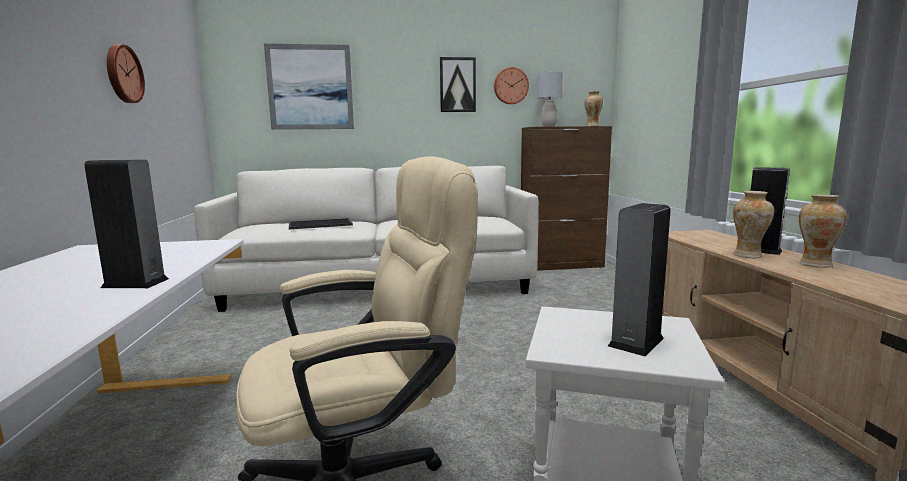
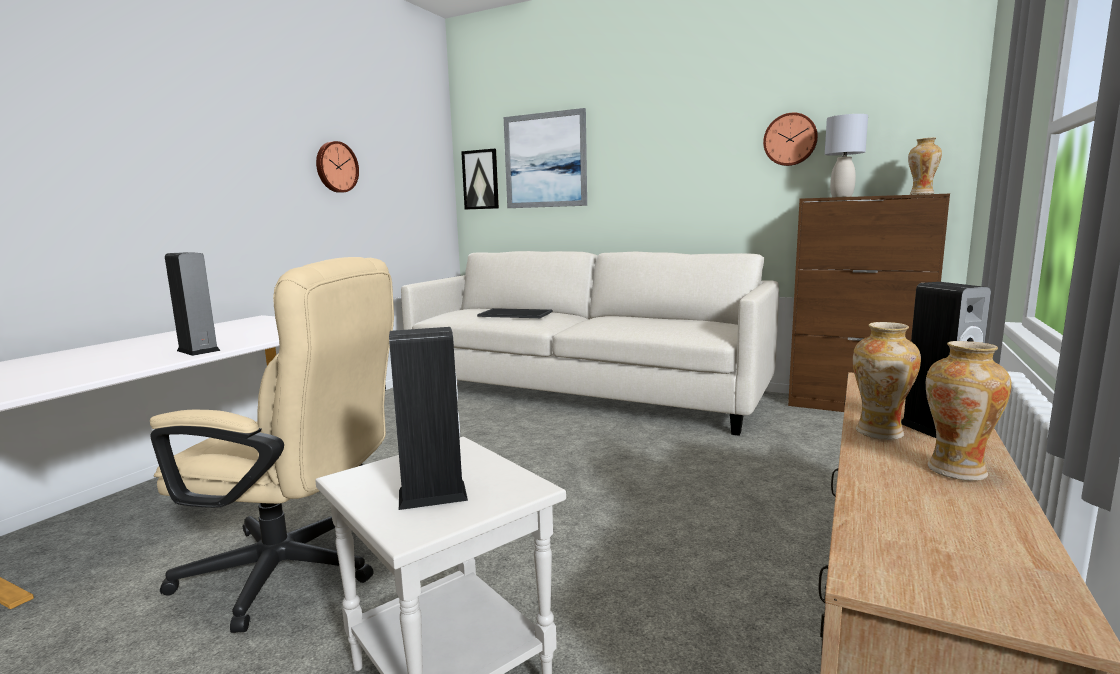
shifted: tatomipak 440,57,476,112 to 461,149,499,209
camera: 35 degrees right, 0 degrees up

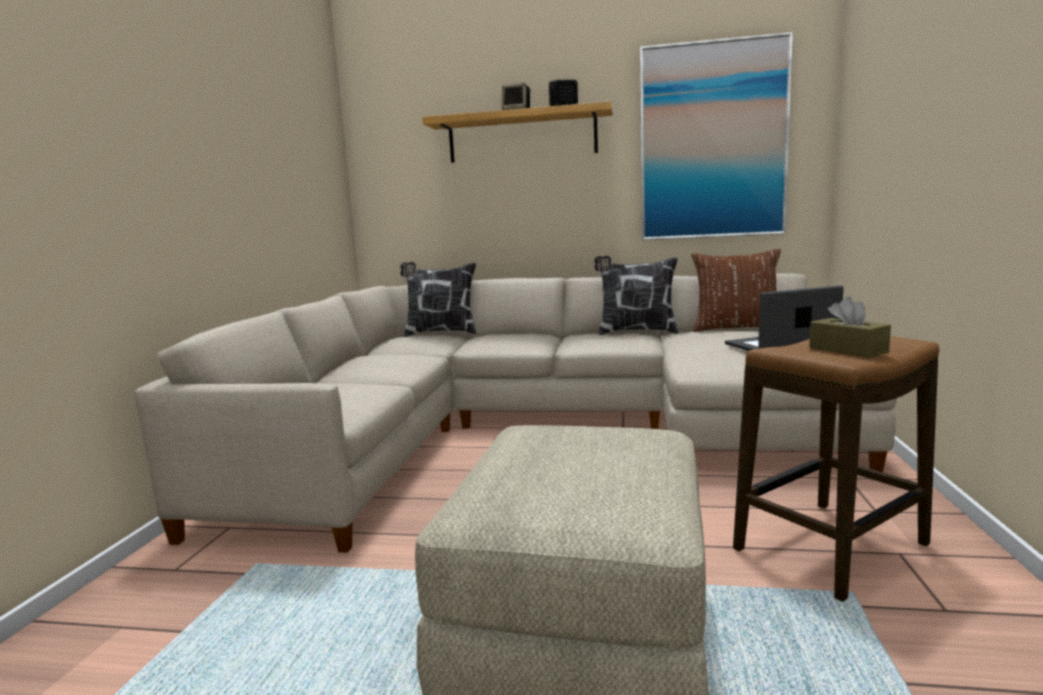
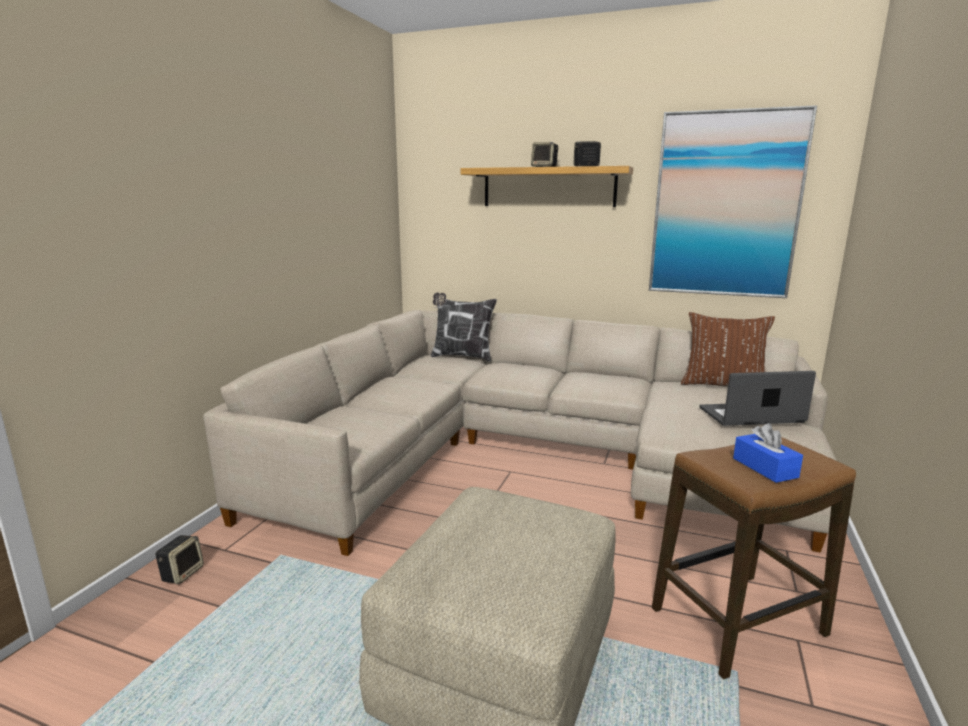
gone: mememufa 594,256,678,335
new: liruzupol 156,535,204,584
repainted: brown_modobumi 809,296,891,358 to blue_modobumi 733,423,803,483
camera: 10 degrees right, 5 degrees up

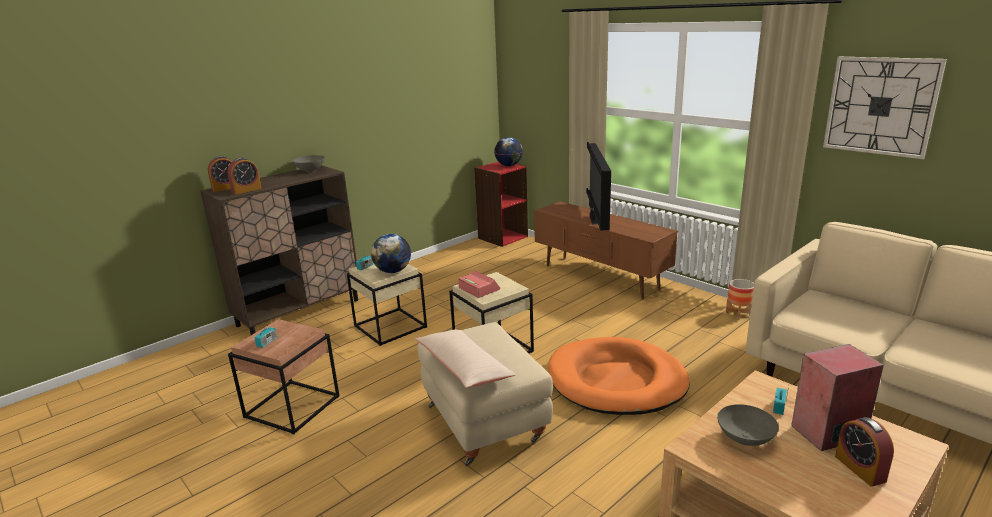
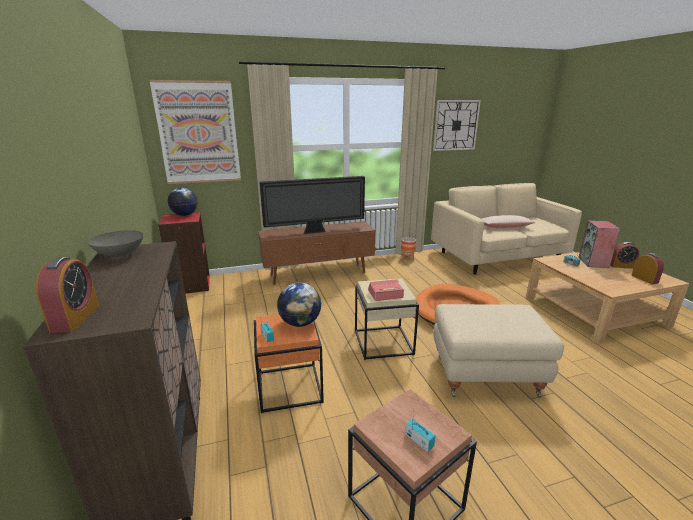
gone: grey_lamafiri 717,404,779,446
new: tatomipak 150,80,241,184
shifted: beige_mememufa 415,330,516,388 to 482,215,536,228; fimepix 227,157,262,195 to 631,253,664,284
repainted: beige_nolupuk 347,263,427,346 to orange_nolupuk 254,314,324,413
rotated: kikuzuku 586,142,611,230 = 260,176,365,234 45 degrees counterclockwise
camera: 65 degrees left, 0 degrees up

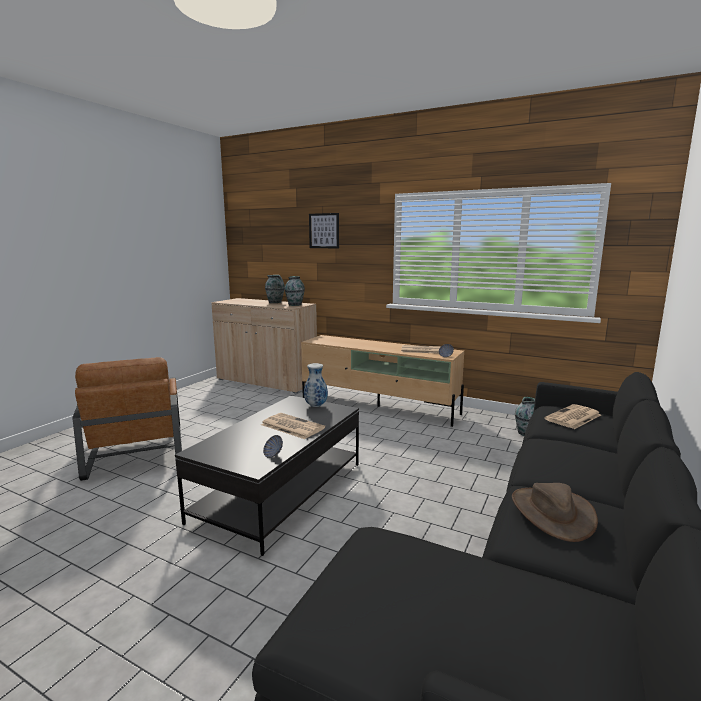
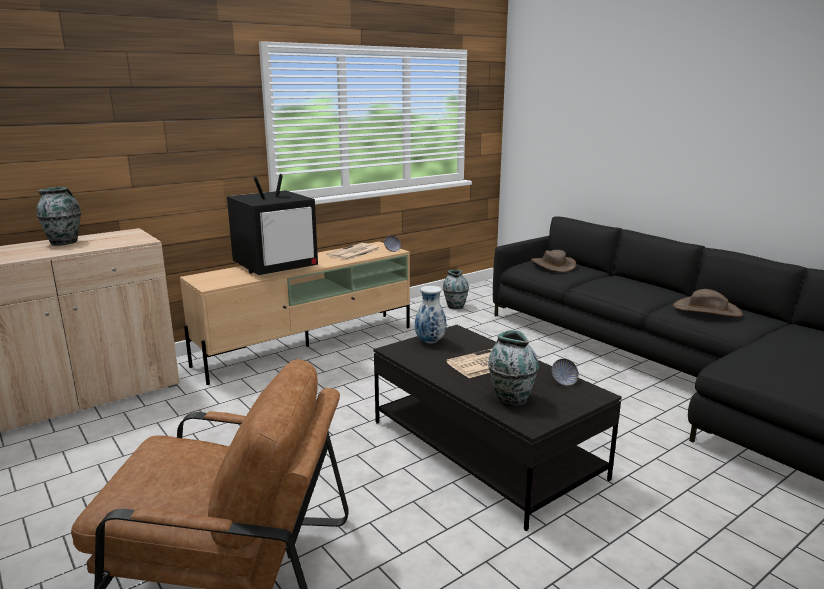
gone: tatomipak 309,213,339,248
new: kikuzuku 227,174,318,275
shifted: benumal 285,276,305,306 to 488,330,539,406
swapped: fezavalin 544,404,601,429 to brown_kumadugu 531,250,576,272
camera: 65 degrees left, 5 degrees up

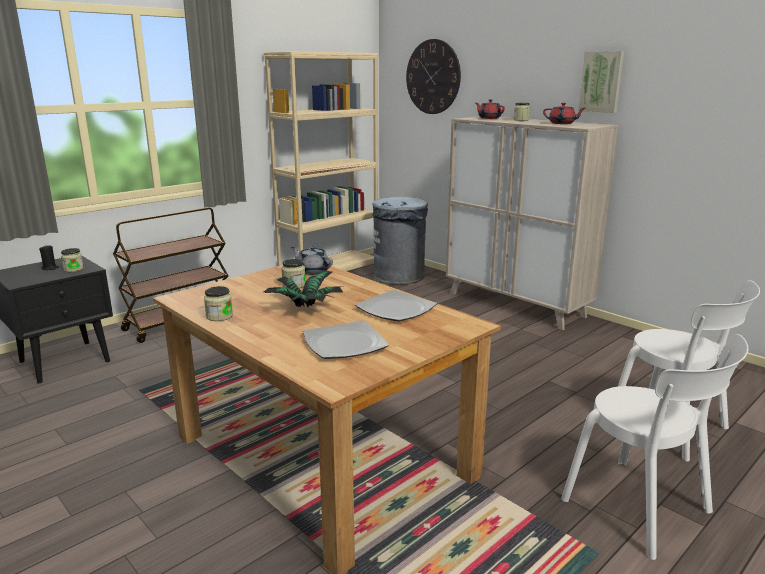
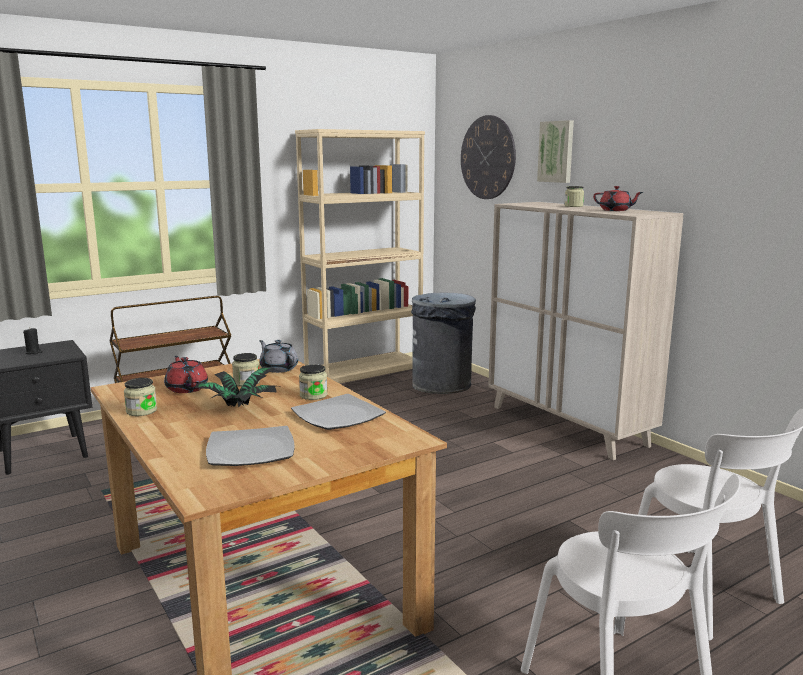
shifted: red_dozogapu 476,99,505,119 to 164,356,208,393; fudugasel 61,248,84,272 to 299,364,327,400; tatomipak 578,51,624,113 to 537,120,574,183
camera: 10 degrees right, 5 degrees down

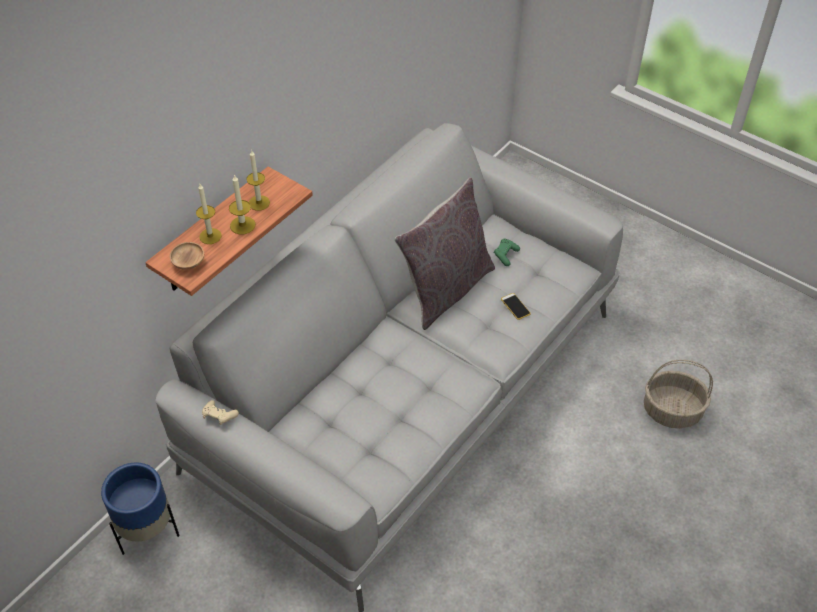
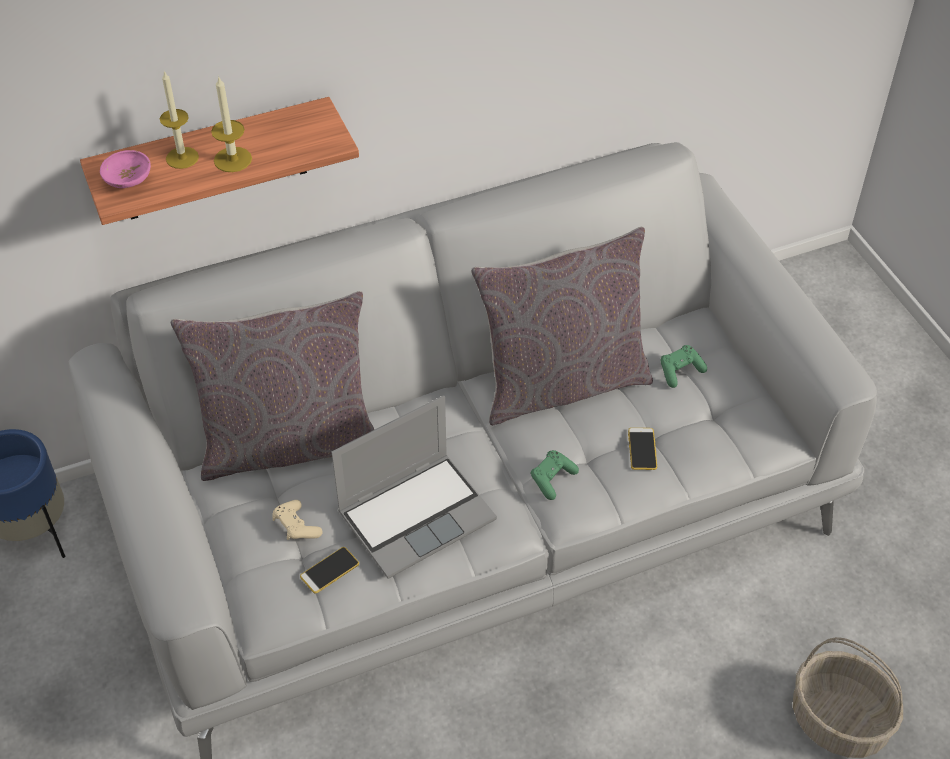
gone: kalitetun 246,151,270,211
new: grey_mememufa 170,291,374,481; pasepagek 300,547,359,594; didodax 331,395,497,579; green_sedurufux 530,450,579,500
shifted: beige_sedurufux 202,400,239,425 to 272,500,323,540
repainted: brown_lamafiri 170,242,204,270 to pink_lamafiri 100,150,151,188
camera: 30 degrees right, 0 degrees up

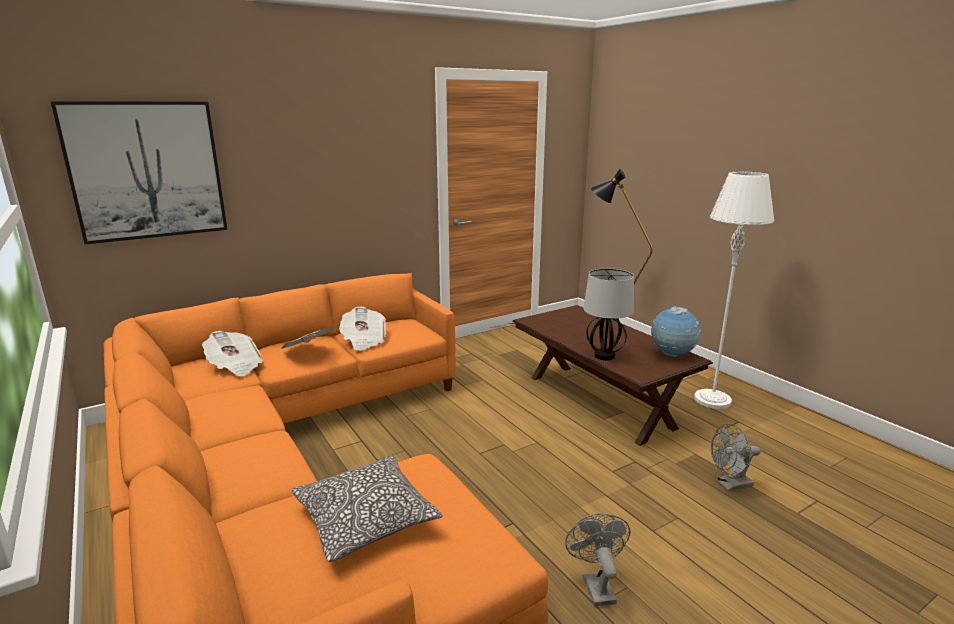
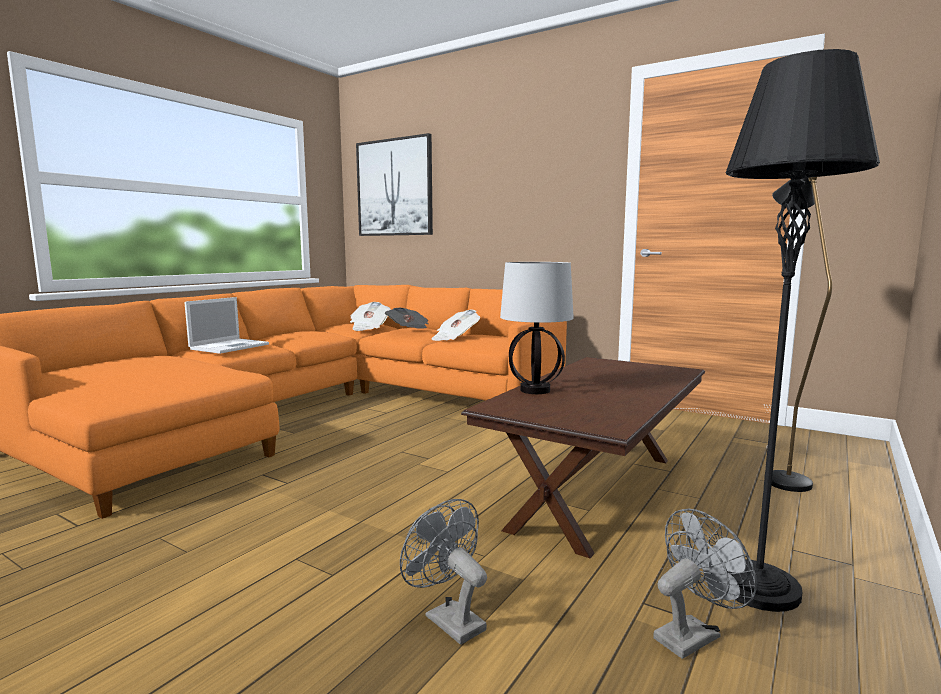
gone: mememufa 291,455,443,562; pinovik 651,306,701,357
new: didodax 185,297,269,354
shifted: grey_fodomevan 565,513,631,606 to 653,508,757,659
repainted: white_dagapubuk 694,171,774,409 to black_dagapubuk 726,49,880,612
camera: 65 degrees right, 10 degrees down

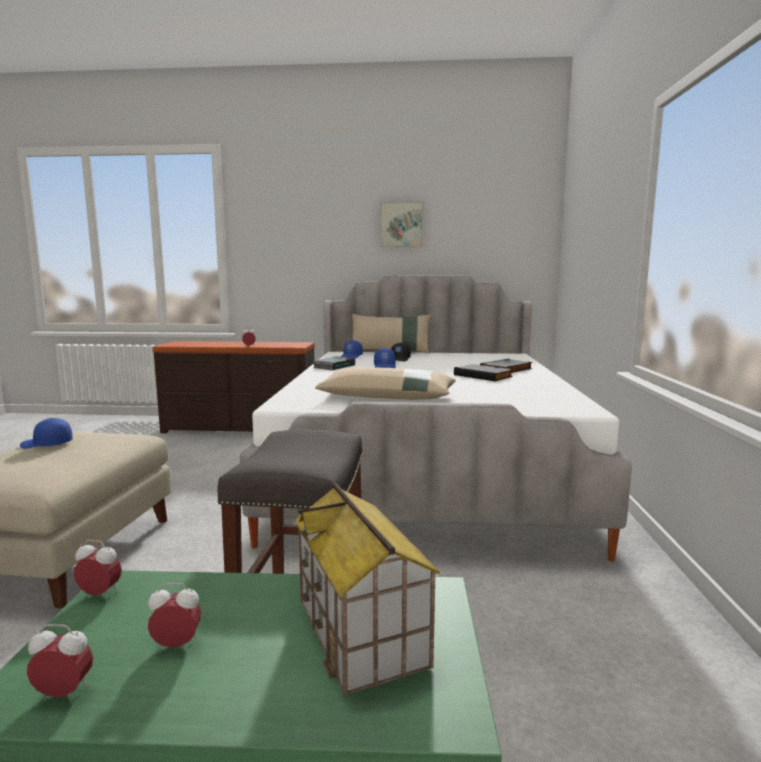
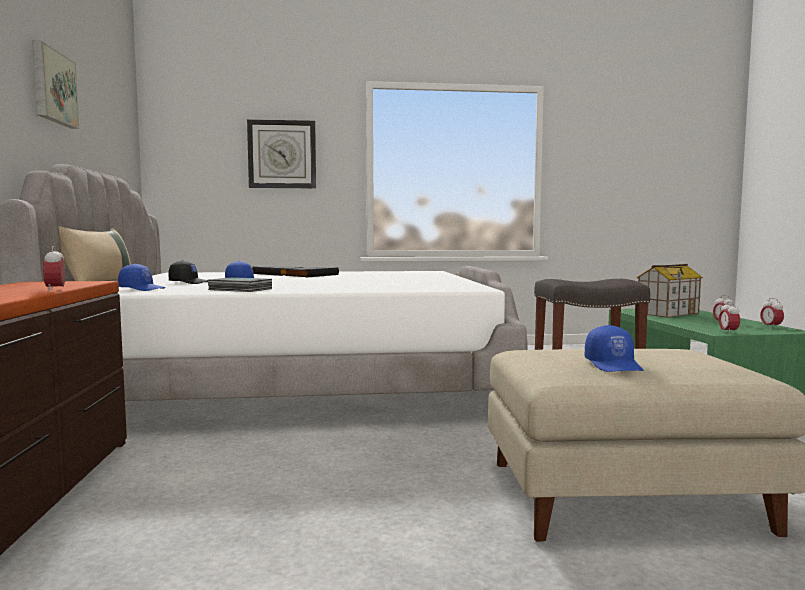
gone: beige_mememufa 315,367,456,400
new: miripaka 247,119,316,189
camera: 100 degrees left, 5 degrees down

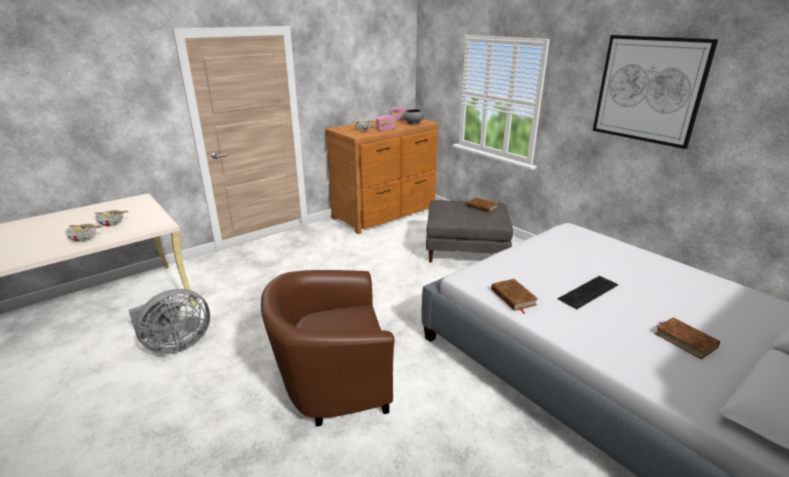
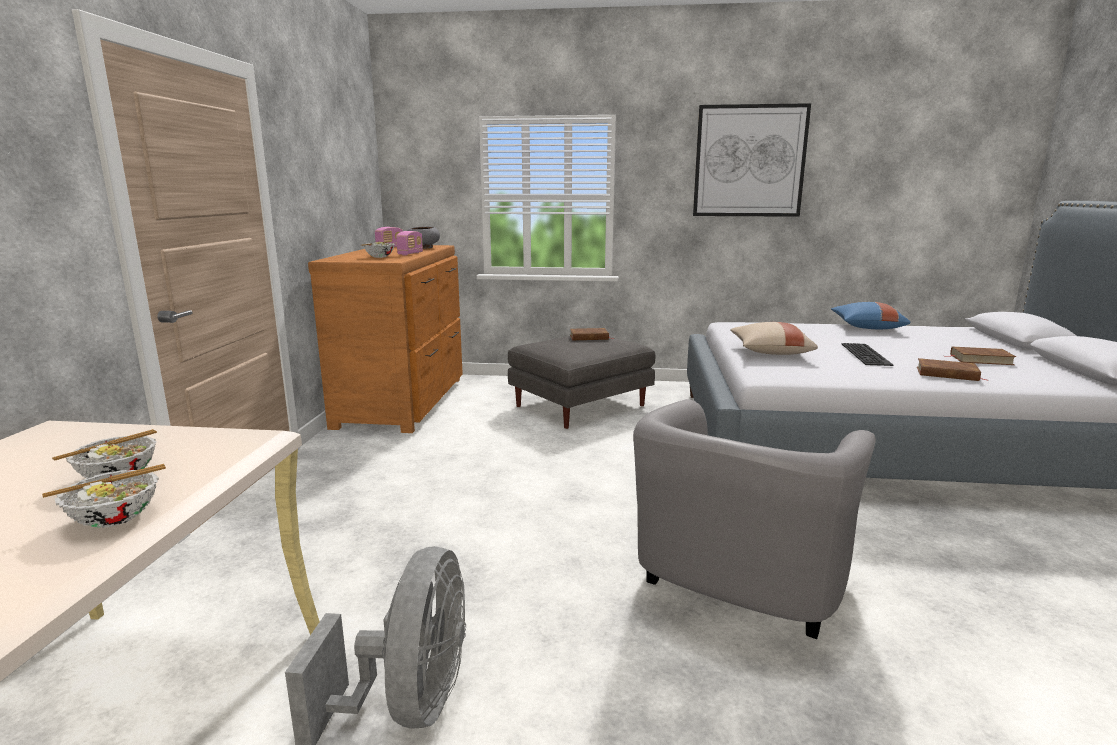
new: beige_mememufa 730,322,818,355; blue_mememufa 831,302,910,329
shifted: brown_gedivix 491,279,538,314 to 917,358,989,381
repainted: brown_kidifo 261,270,395,427 to grey_kidifo 633,399,876,639
camera: 45 degrees left, 10 degrees down

